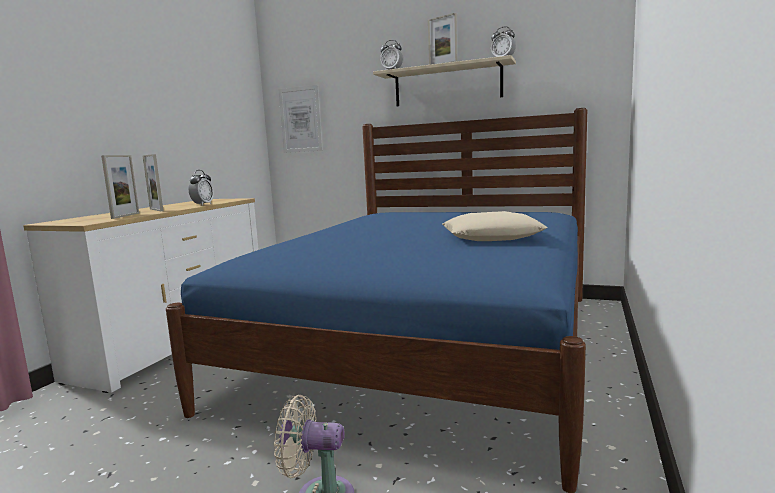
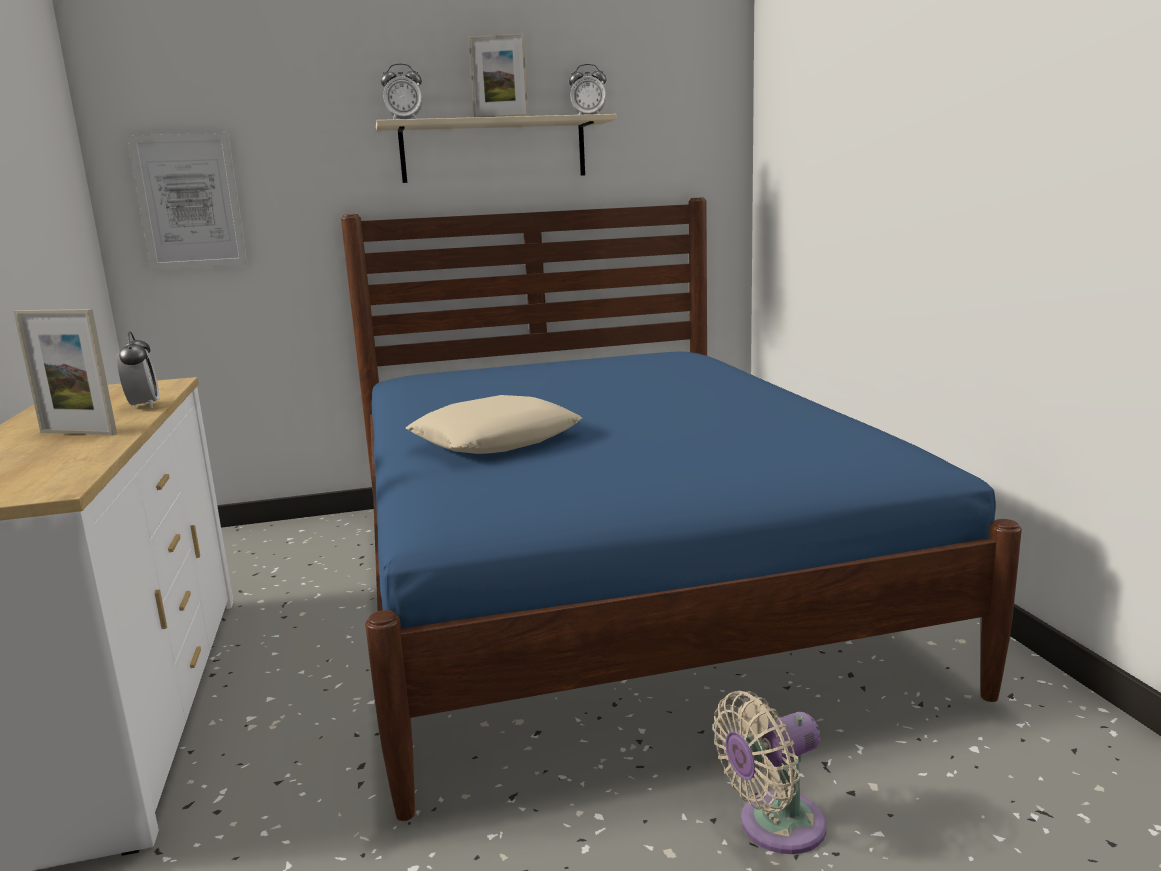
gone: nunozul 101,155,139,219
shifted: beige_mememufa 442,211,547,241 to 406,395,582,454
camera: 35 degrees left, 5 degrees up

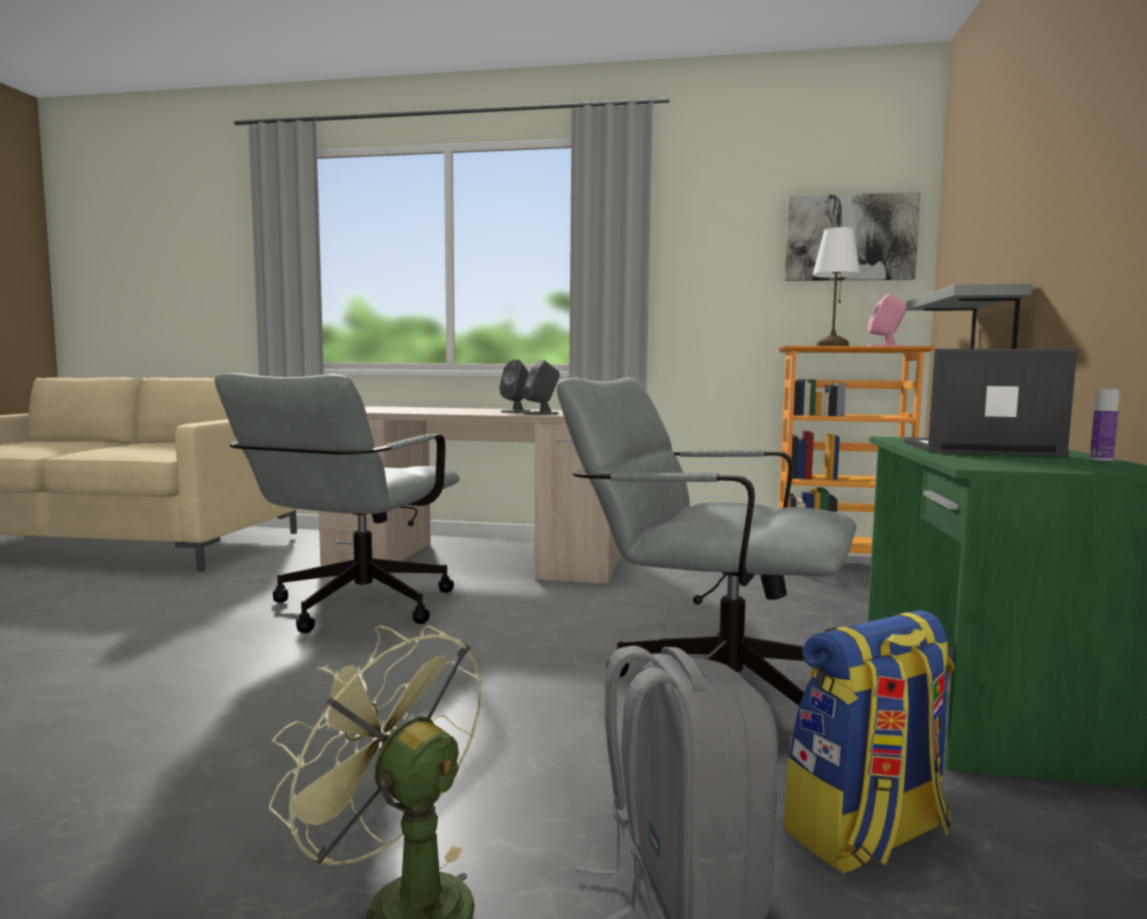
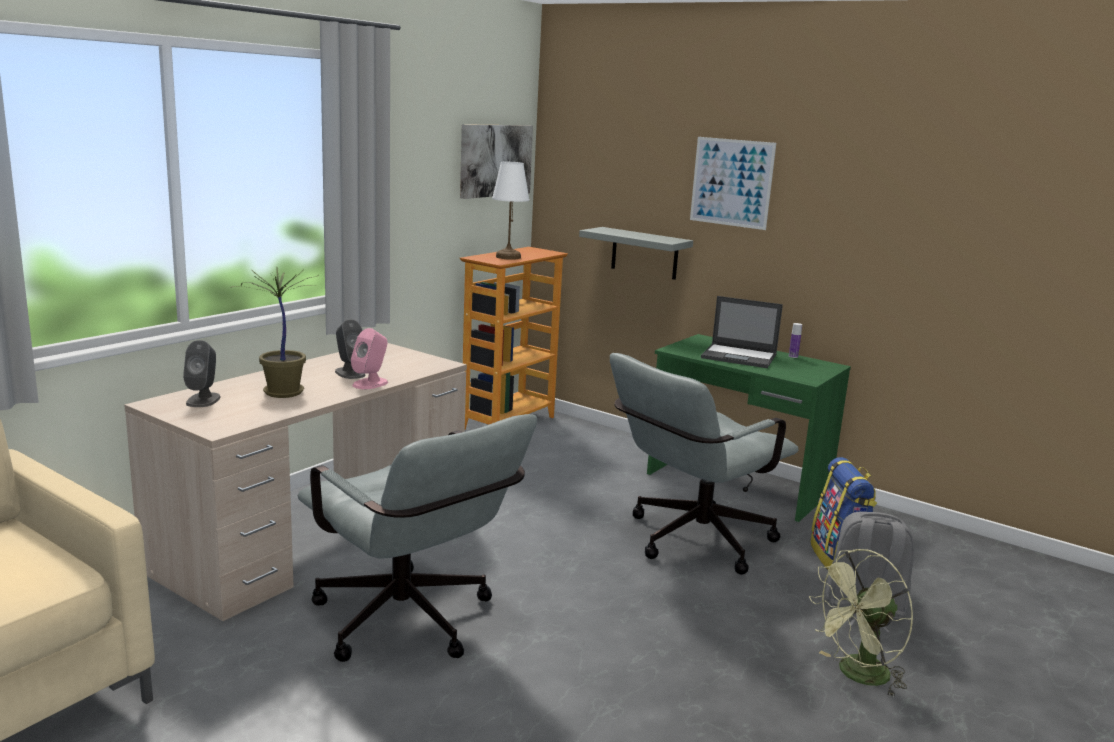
new: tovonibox 229,267,318,398; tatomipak 690,137,776,230
shifted: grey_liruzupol 523,359,560,415 to 183,340,221,407; pink_liruzupol 867,293,906,346 to 351,328,388,389
rotated: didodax 904,349,1077,456 = 701,296,783,368 105 degrees counterclockwise
camera: 65 degrees left, 10 degrees up

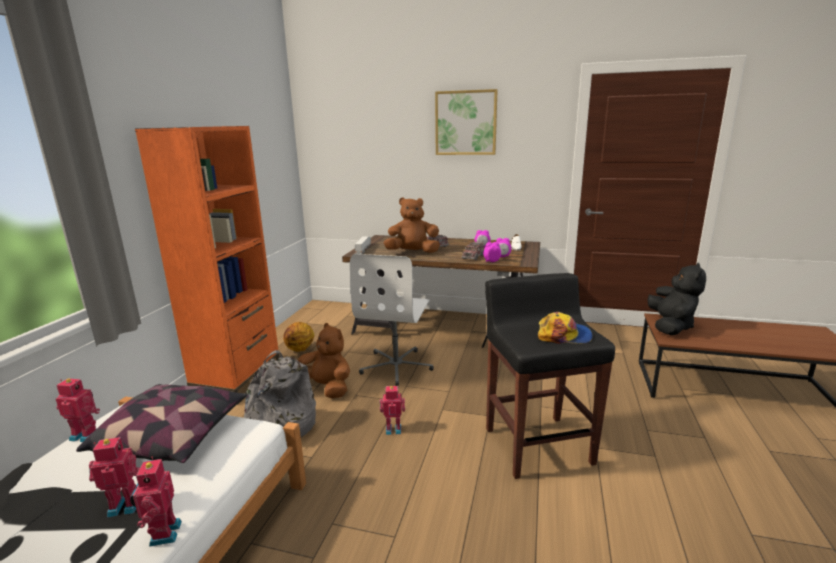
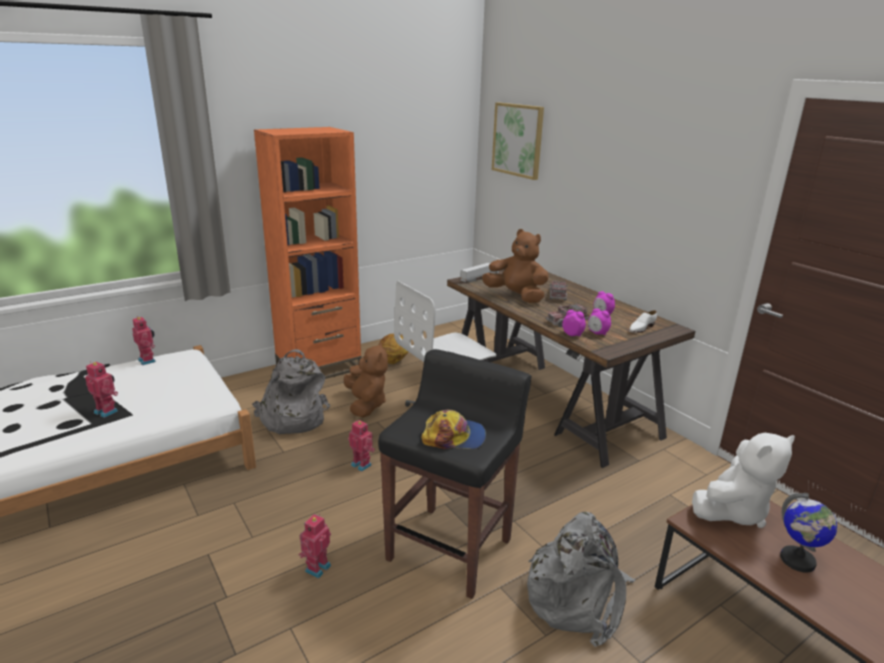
gone: mememufa 76,384,247,463
new: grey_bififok 527,512,635,647; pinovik 780,493,837,573
shifted: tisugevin 130,456,182,547 to 299,513,331,579; tatomipak 435,89,498,155 to 492,102,544,180
repainted: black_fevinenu 647,263,706,335 to white_fevinenu 692,433,795,528
rotated: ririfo 538,312,593,344 = 421,410,486,449 45 degrees counterclockwise
camera: 40 degrees right, 5 degrees up

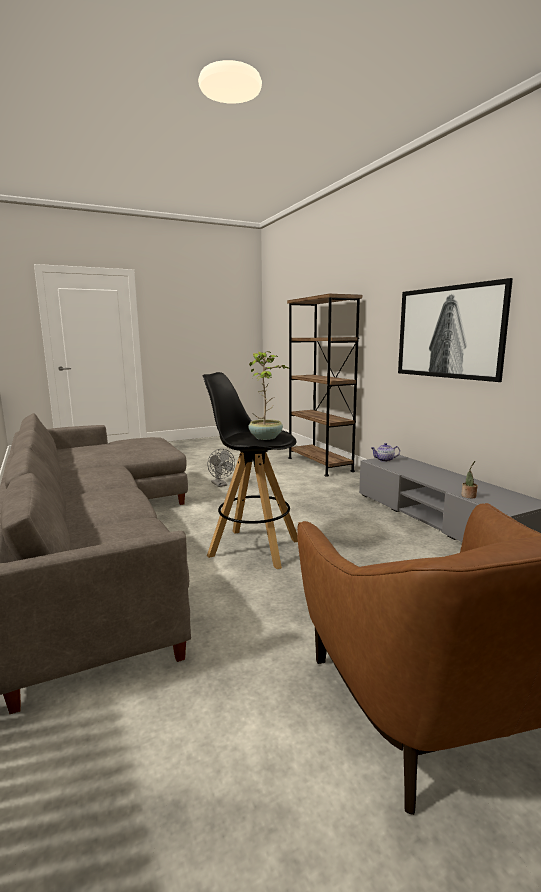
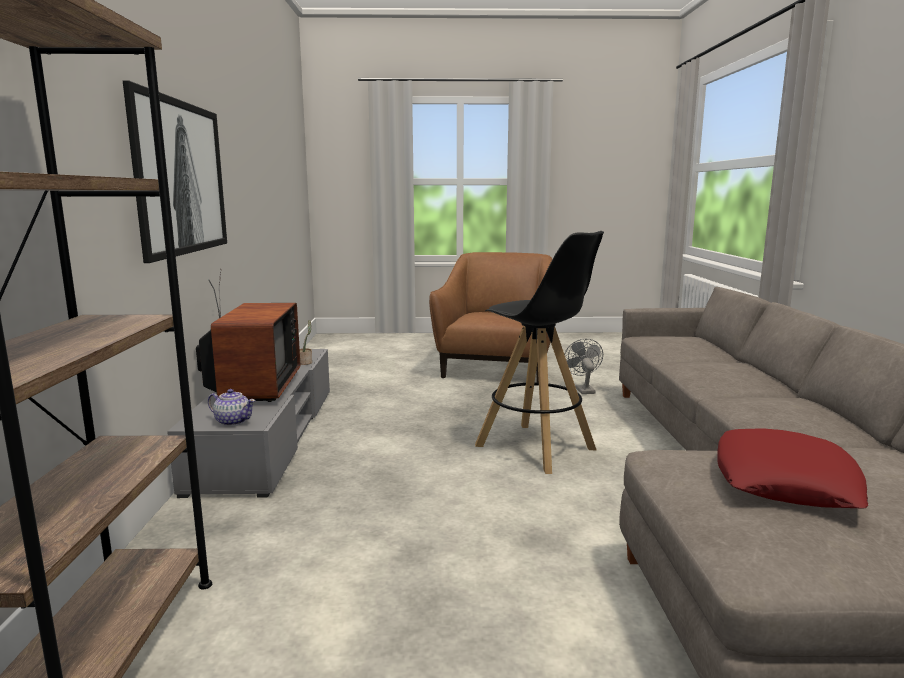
gone: tovonibox 248,351,289,440
new: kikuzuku 196,269,300,402; red_mememufa 717,428,868,508
shifted: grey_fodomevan 207,449,235,487 to 564,339,603,394
camera: 155 degrees left, 0 degrees up

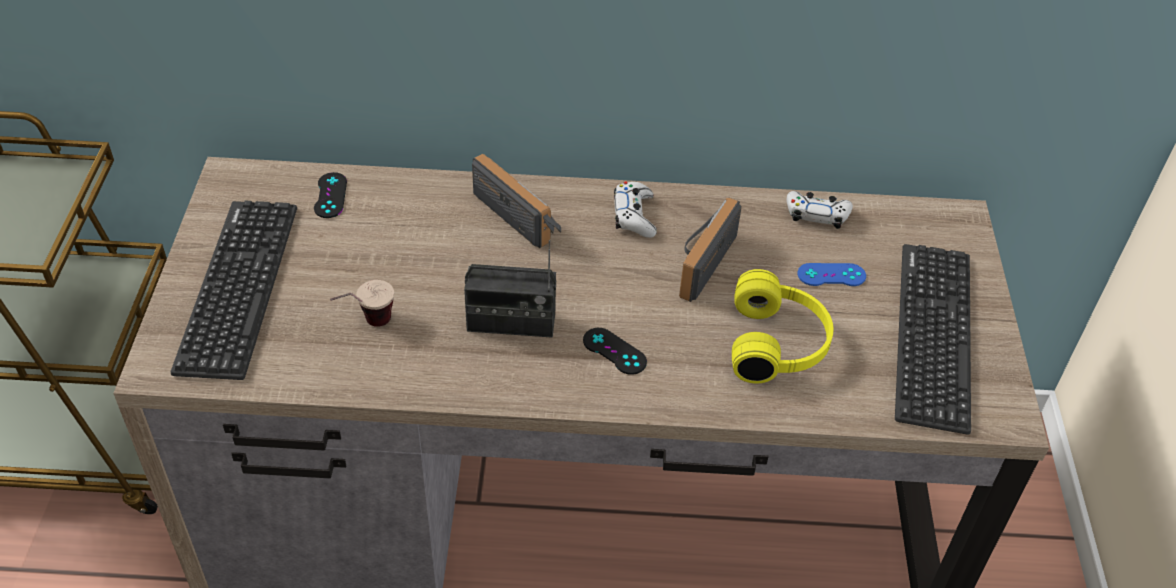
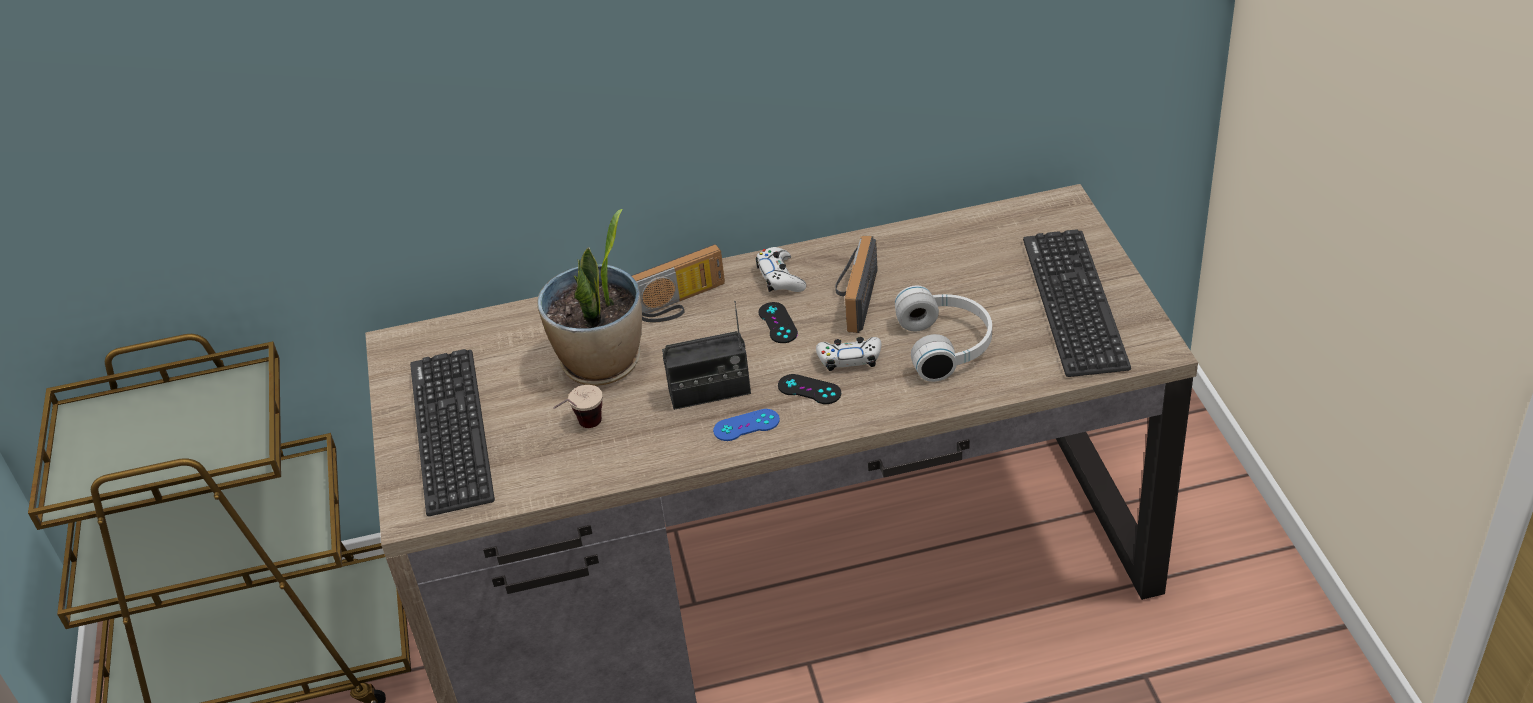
new: tovonibox 537,209,642,386
shifted: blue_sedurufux 797,263,866,286 to 713,409,780,441; black_sedurufux 314,172,347,218 to 759,302,798,343; white_sedurufux 786,191,853,229 to 816,337,881,371
repainted: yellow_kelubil 732,269,834,384 to white_kelubil 895,285,992,382
rotated: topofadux 472,154,561,248 = 631,244,725,322 120 degrees clockwise
camera: 10 degrees left, 5 degrees down

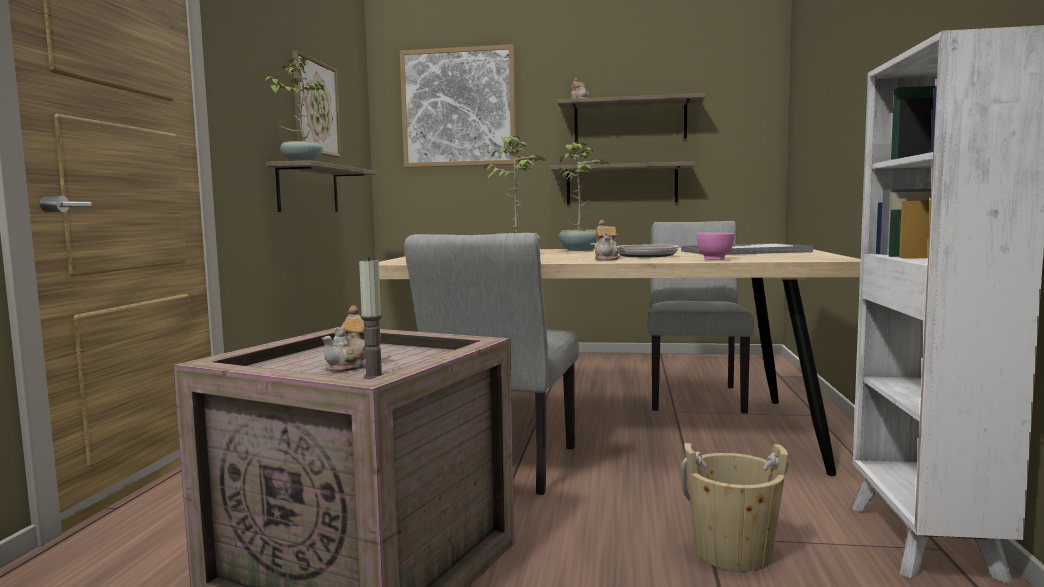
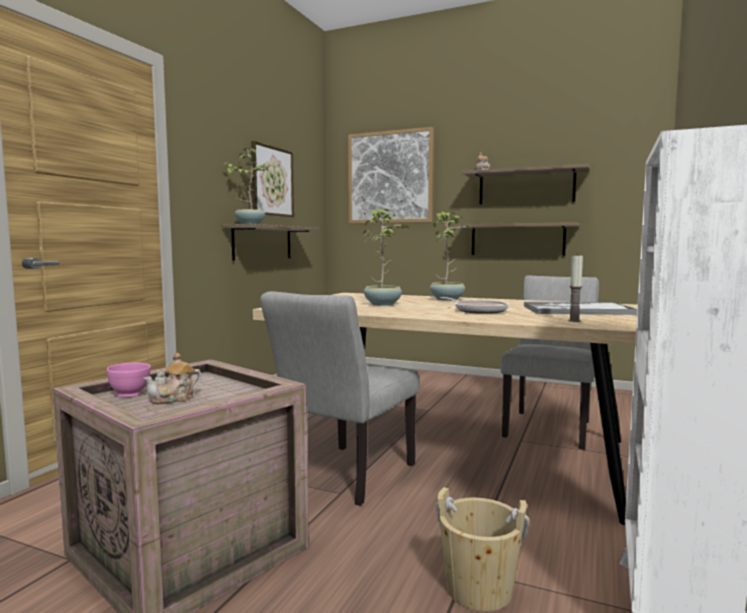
gone: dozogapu 594,220,620,260
shifted: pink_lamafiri 697,233,735,260 to 107,363,151,397; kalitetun 359,257,384,379 to 568,253,583,322
camera: 15 degrees right, 0 degrees up

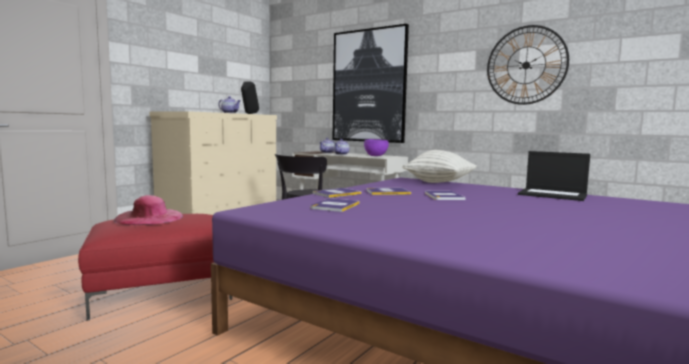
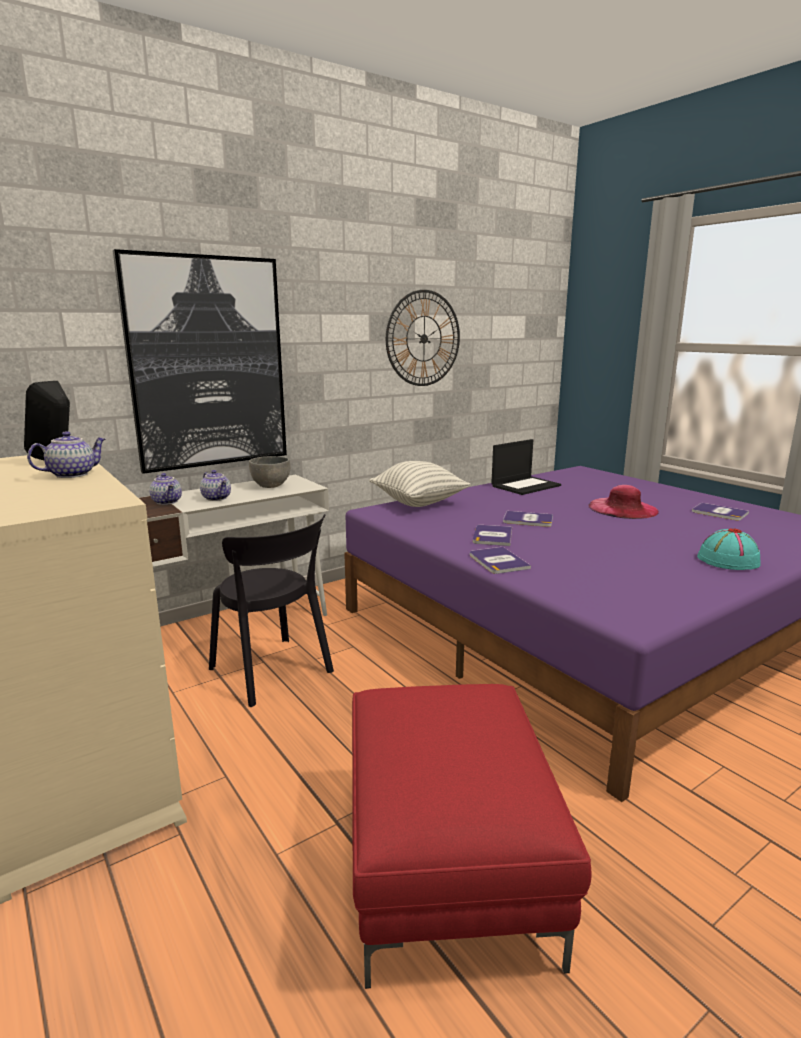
new: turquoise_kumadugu 697,528,761,570
shifted: pink_kumadugu 114,195,183,225 to 588,485,659,519; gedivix 310,198,360,212 to 692,503,749,521
repainted: purple_lamafiri 364,139,389,156 to grey_lamafiri 249,456,291,488
camera: 70 degrees left, 10 degrees up

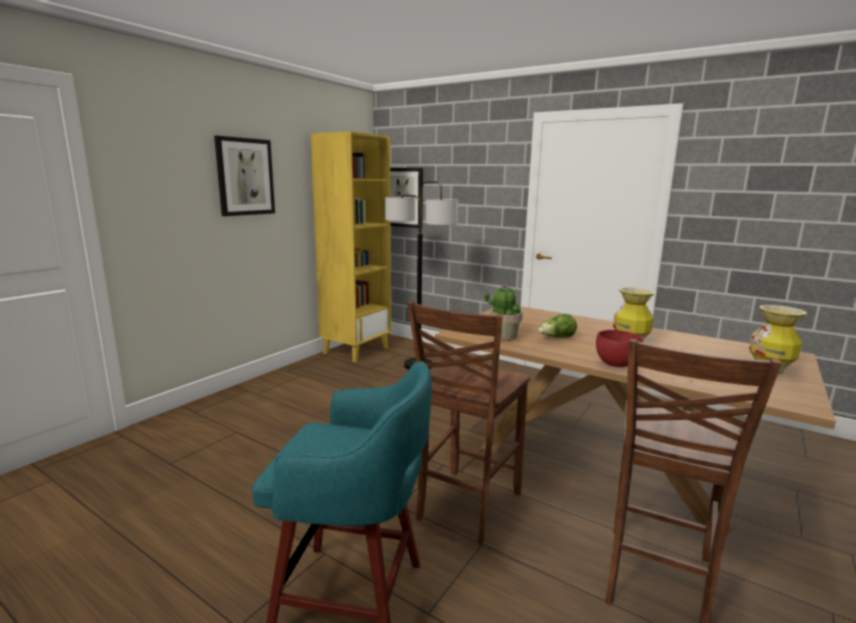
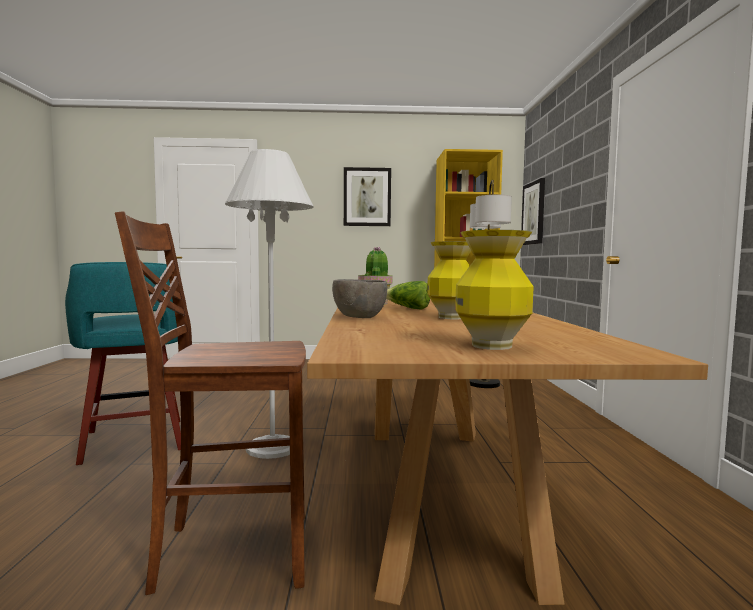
swapped: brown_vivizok 408,301,530,545 to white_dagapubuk 225,149,314,459
repainted: red_lamafiri 596,330,643,367 to grey_lamafiri 332,279,387,318
camera: 55 degrees right, 10 degrees down

